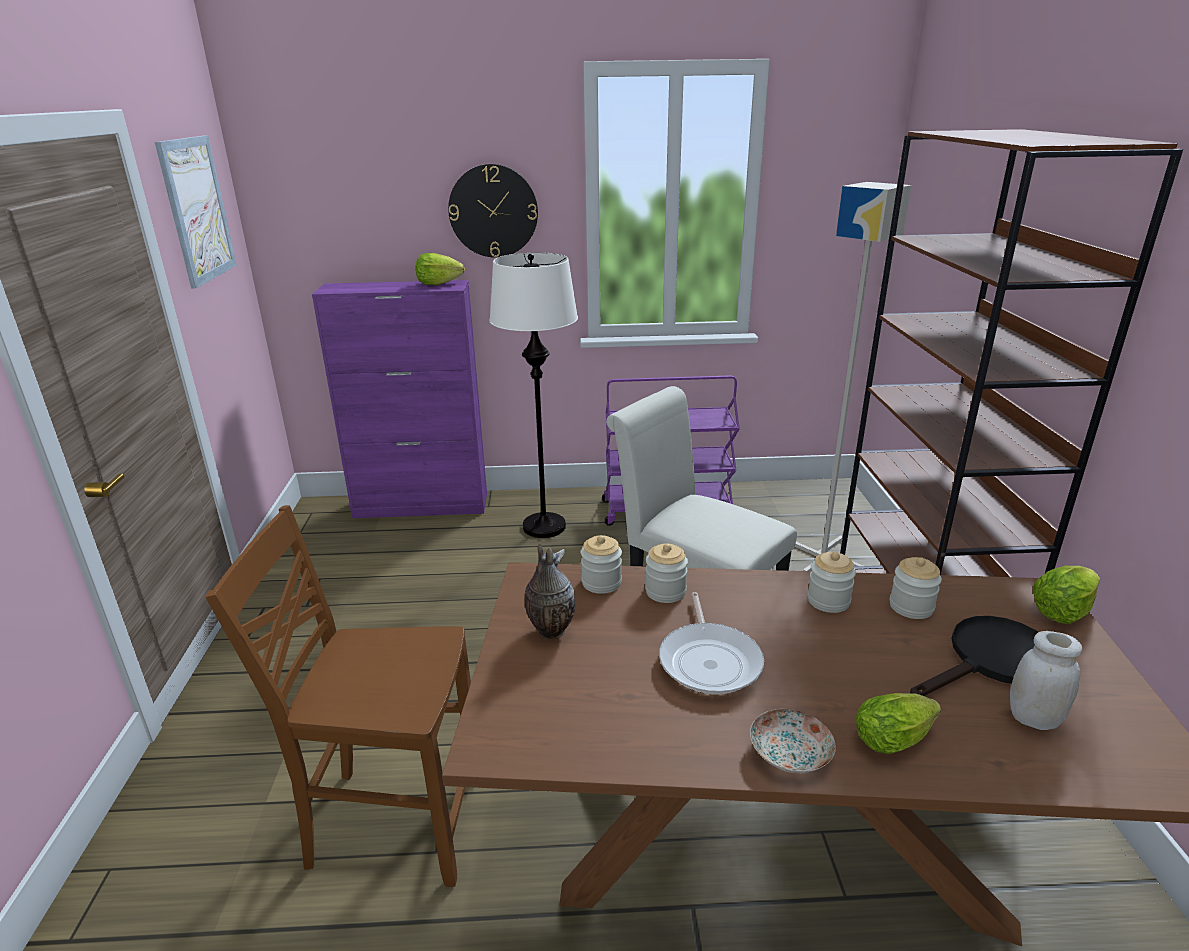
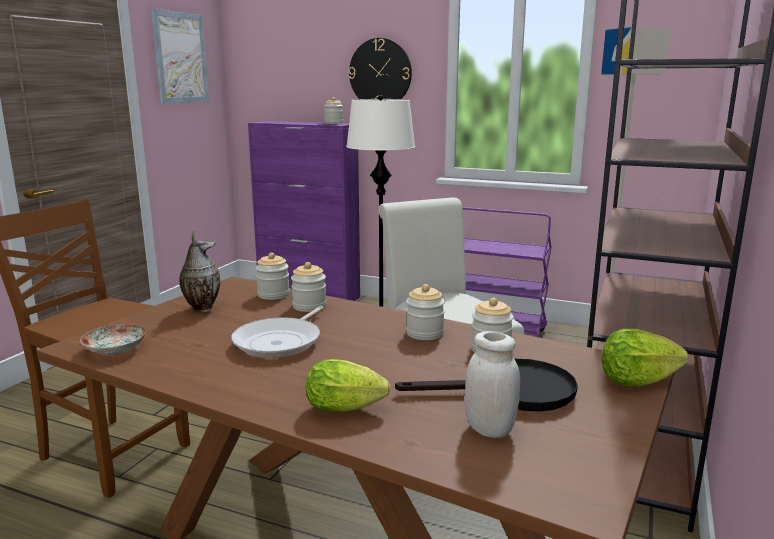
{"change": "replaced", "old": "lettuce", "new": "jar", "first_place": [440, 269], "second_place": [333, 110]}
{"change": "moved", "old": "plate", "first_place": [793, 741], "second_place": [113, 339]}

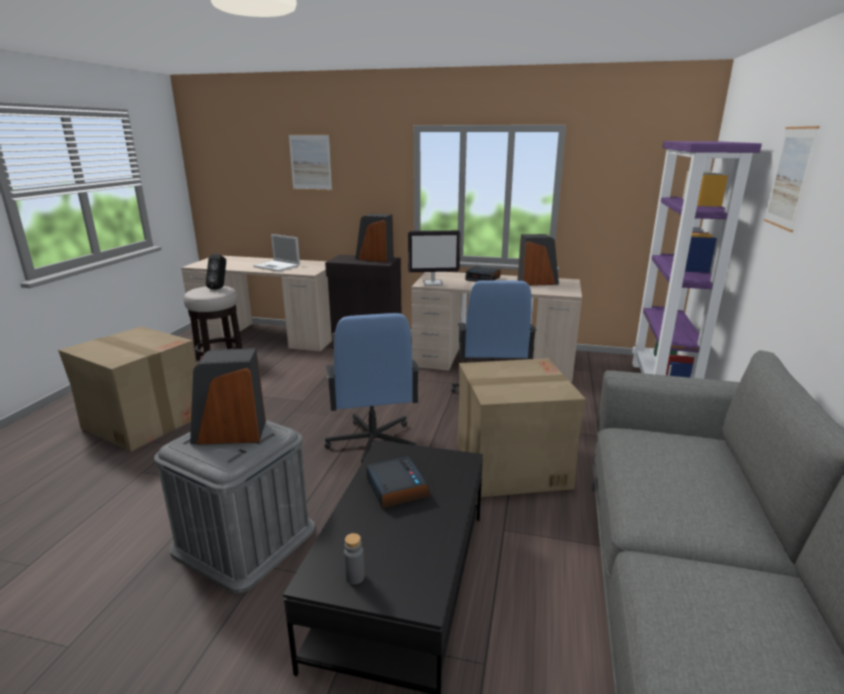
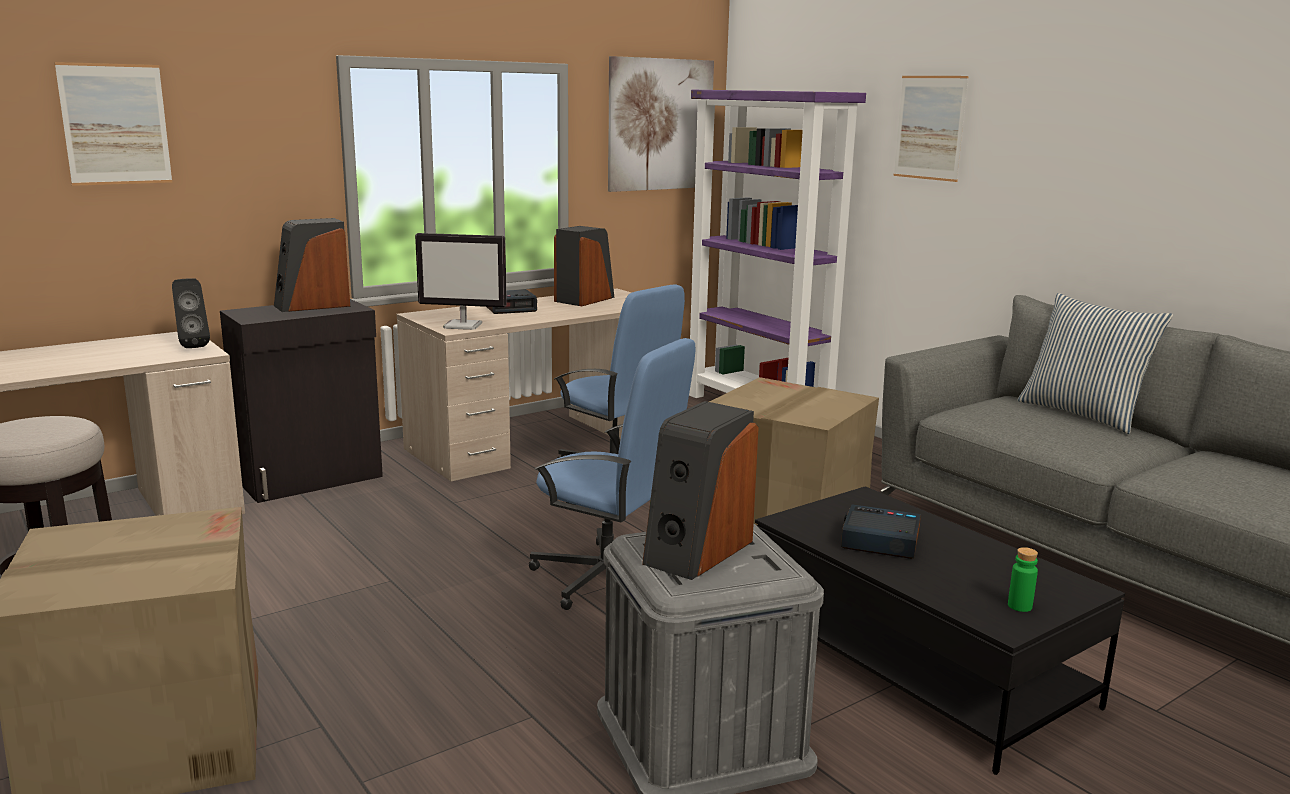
{"change": "turned", "old": "monitor", "first_place": [434, 258], "second_place": [461, 281], "degrees": 60}
{"change": "removed", "old": "laptop", "first_place": [276, 253]}
{"change": "moved", "old": "speaker (black)", "first_place": [216, 272], "second_place": [191, 313]}
{"change": "recoloured", "old": "bottle (grey)", "new": "bottle (green)", "first_place": [354, 559], "second_place": [1023, 579]}
{"change": "added", "new": "picture", "second_place": [661, 124]}
{"change": "added", "new": "pillow", "second_place": [1095, 363]}

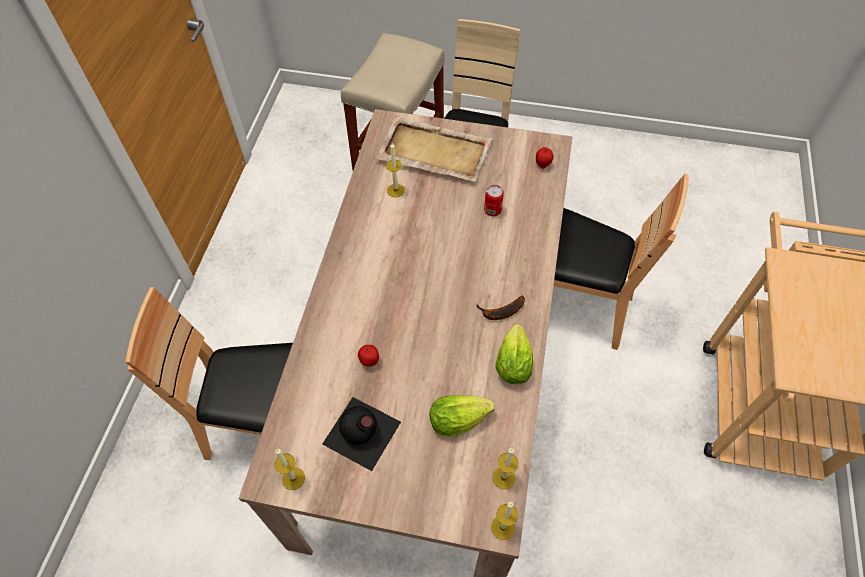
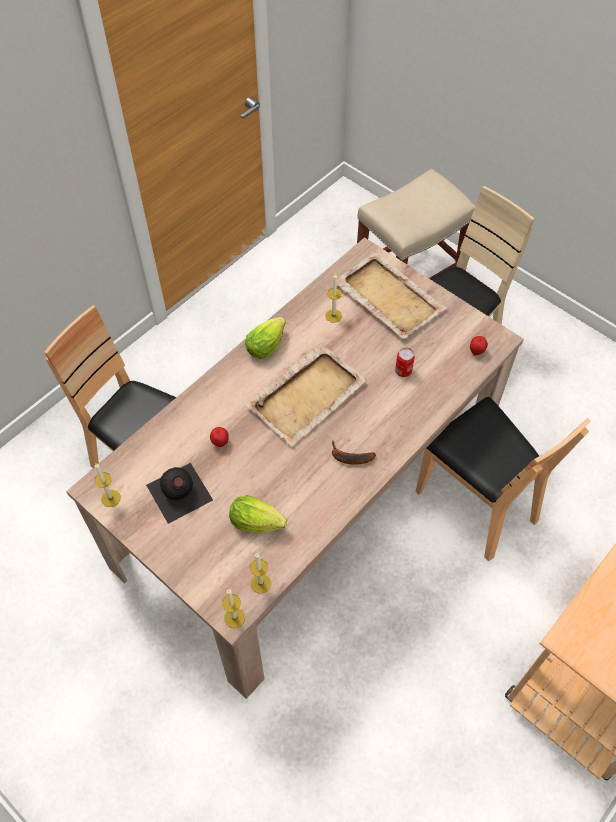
{"change": "moved", "old": "lettuce", "first_place": [514, 354], "second_place": [265, 338]}
{"change": "added", "new": "tray (beige)", "second_place": [306, 395]}

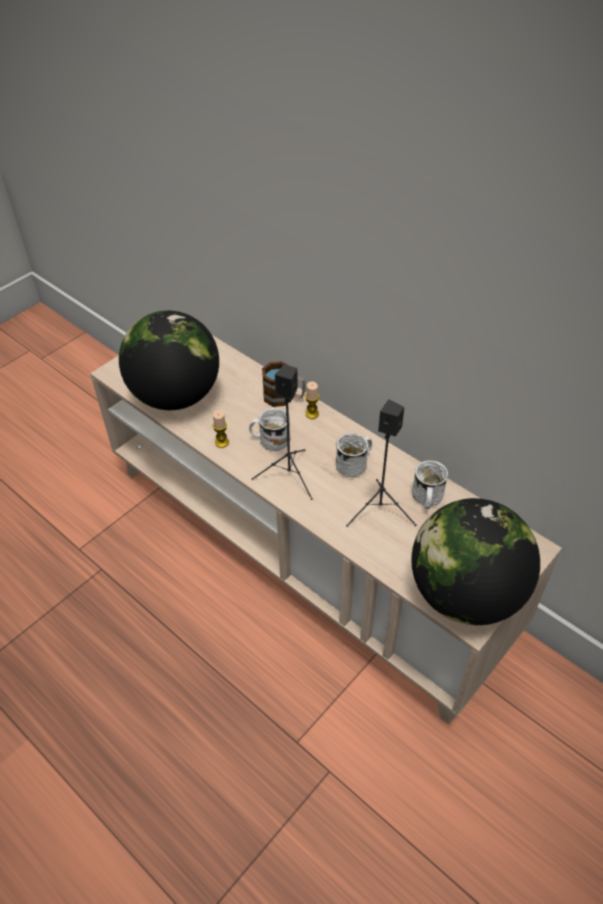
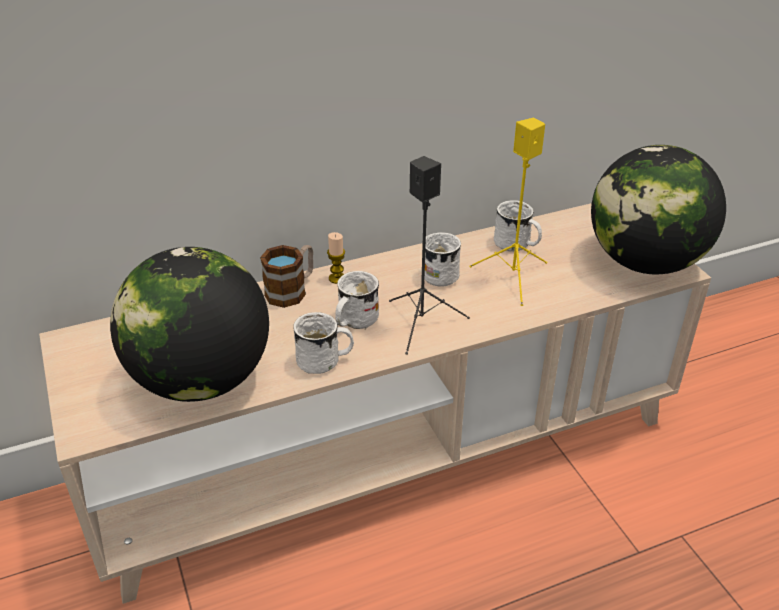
{"change": "recoloured", "old": "speaker (black)", "new": "speaker (yellow)", "first_place": [381, 463], "second_place": [508, 211]}
{"change": "replaced", "old": "candle", "new": "mug (white)", "first_place": [221, 429], "second_place": [323, 343]}

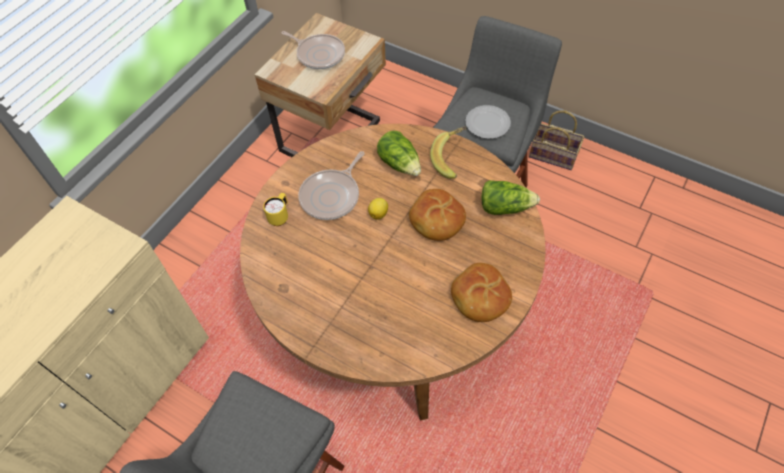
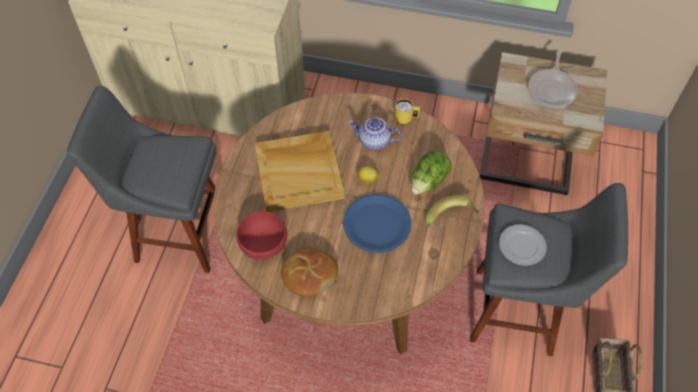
{"change": "replaced", "old": "frying pan", "new": "teapot", "first_place": [331, 185], "second_place": [375, 133]}
{"change": "removed", "old": "lettuce", "first_place": [510, 197]}
{"change": "replaced", "old": "bread", "new": "plate (blue)", "first_place": [437, 215], "second_place": [377, 223]}
{"change": "moved", "old": "mug (yellow)", "first_place": [275, 209], "second_place": [407, 112]}
{"change": "added", "new": "tray (beige)", "second_place": [300, 171]}
{"change": "added", "new": "bowl (red)", "second_place": [261, 235]}

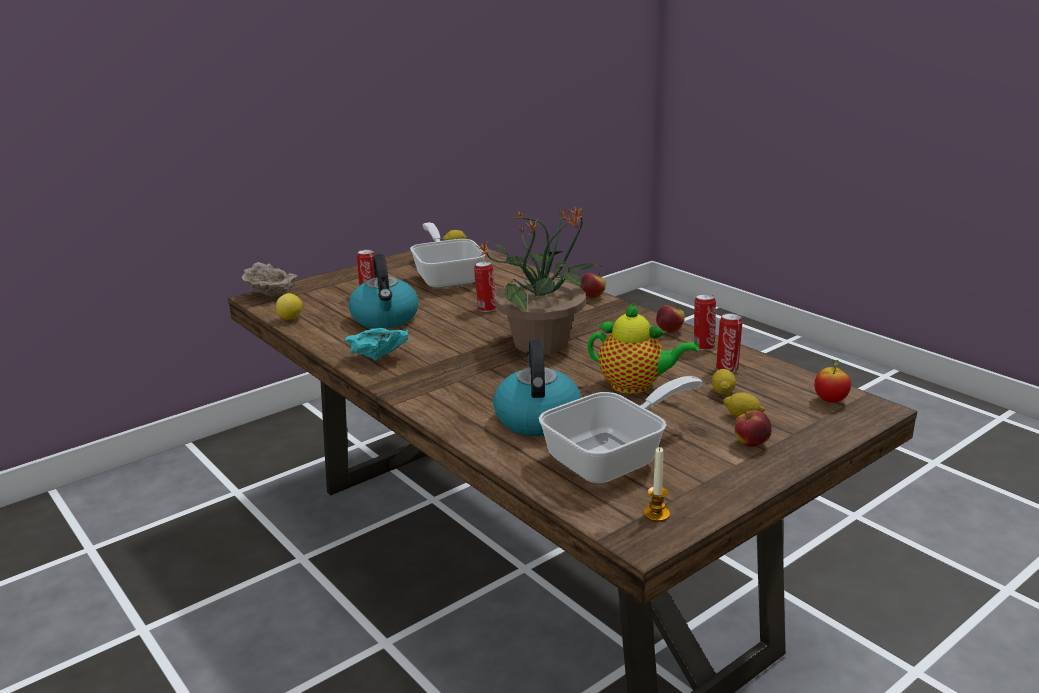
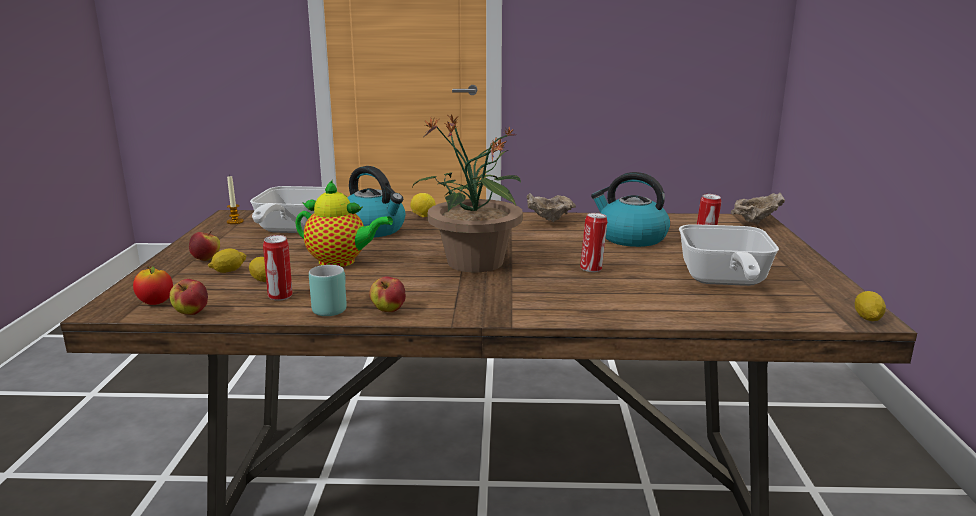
{"change": "turned", "old": "frying pan", "first_place": [448, 255], "second_place": [729, 255], "degrees": 75}
{"change": "moved", "old": "apple", "first_place": [593, 286], "second_place": [188, 297]}
{"change": "moved", "old": "lemon", "first_place": [289, 306], "second_place": [423, 205]}
{"change": "replaced", "old": "can", "new": "mug (turquoise)", "first_place": [705, 322], "second_place": [328, 290]}
{"change": "turned", "old": "teapot", "first_place": [643, 348], "second_place": [344, 223], "degrees": -135}
{"change": "recoloured", "old": "bowl (turquoise)", "new": "bowl (beige)", "first_place": [376, 344], "second_place": [551, 207]}

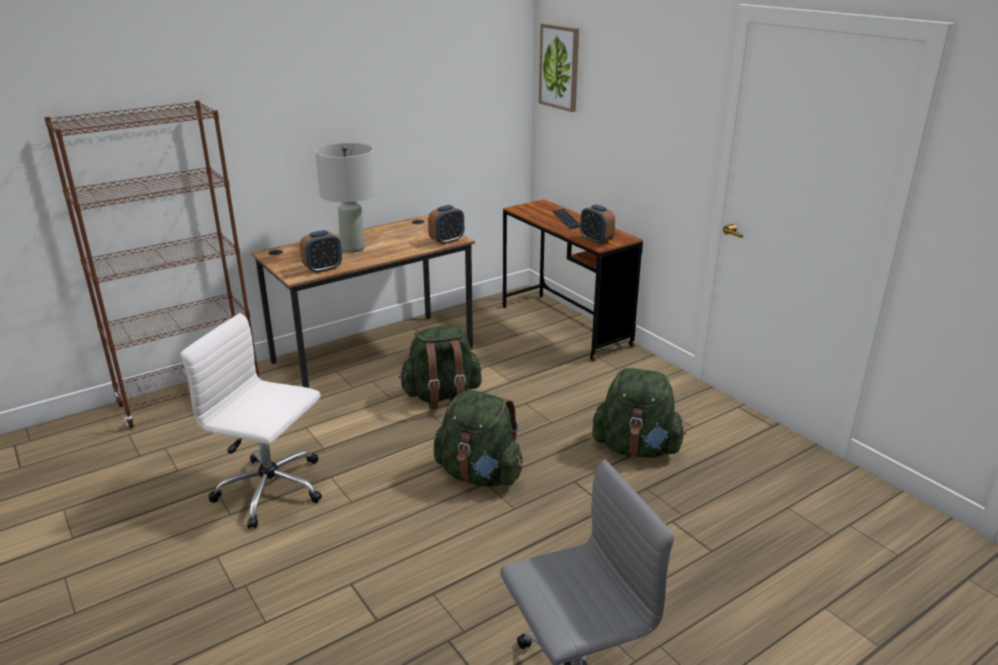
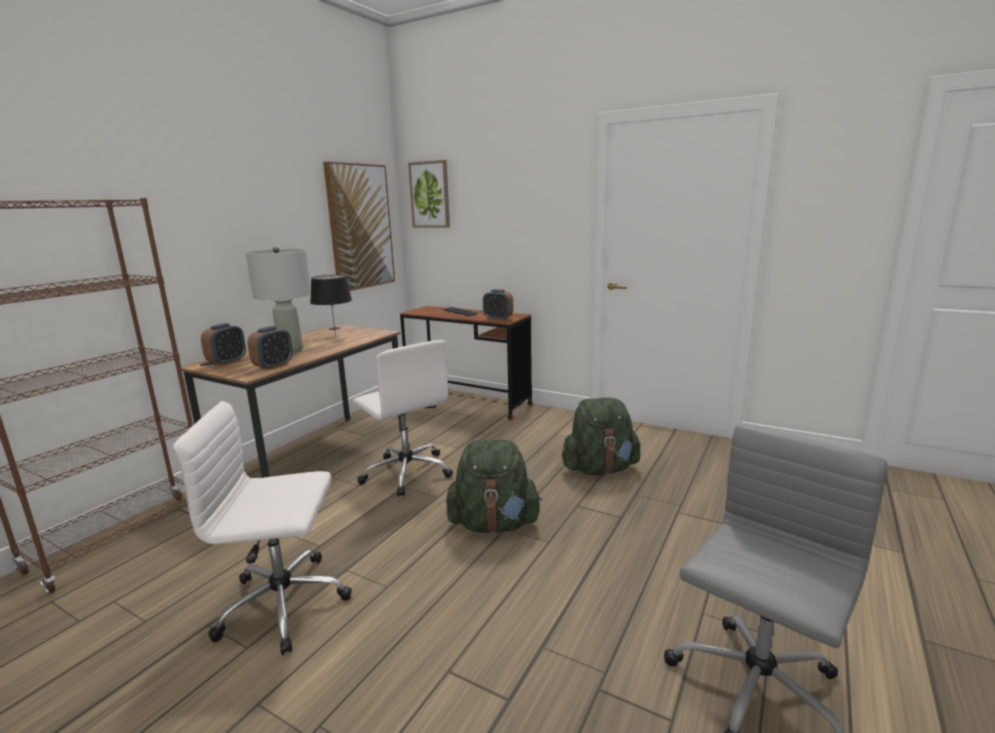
{"change": "moved", "old": "alarm clock", "first_place": [446, 225], "second_place": [223, 344]}
{"change": "replaced", "old": "backpack (green)", "new": "office chair (white)", "first_place": [440, 368], "second_place": [403, 418]}
{"change": "added", "new": "picture", "second_place": [359, 226]}
{"change": "added", "new": "table lamp (black)", "second_place": [331, 306]}

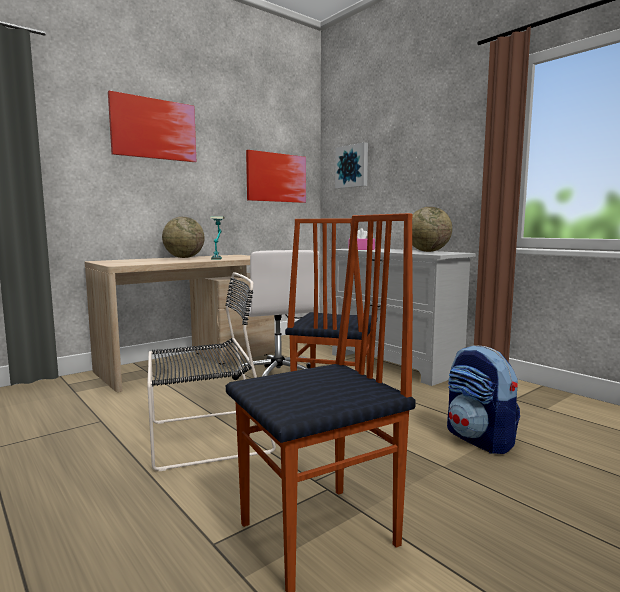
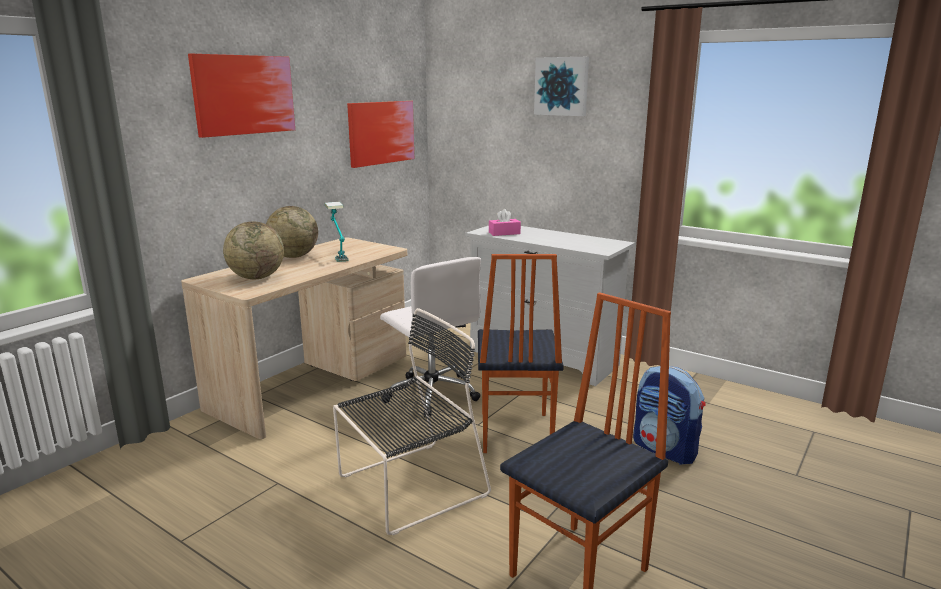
{"change": "moved", "old": "picture", "first_place": [351, 165], "second_place": [561, 86]}
{"change": "moved", "old": "globe", "first_place": [432, 229], "second_place": [253, 250]}

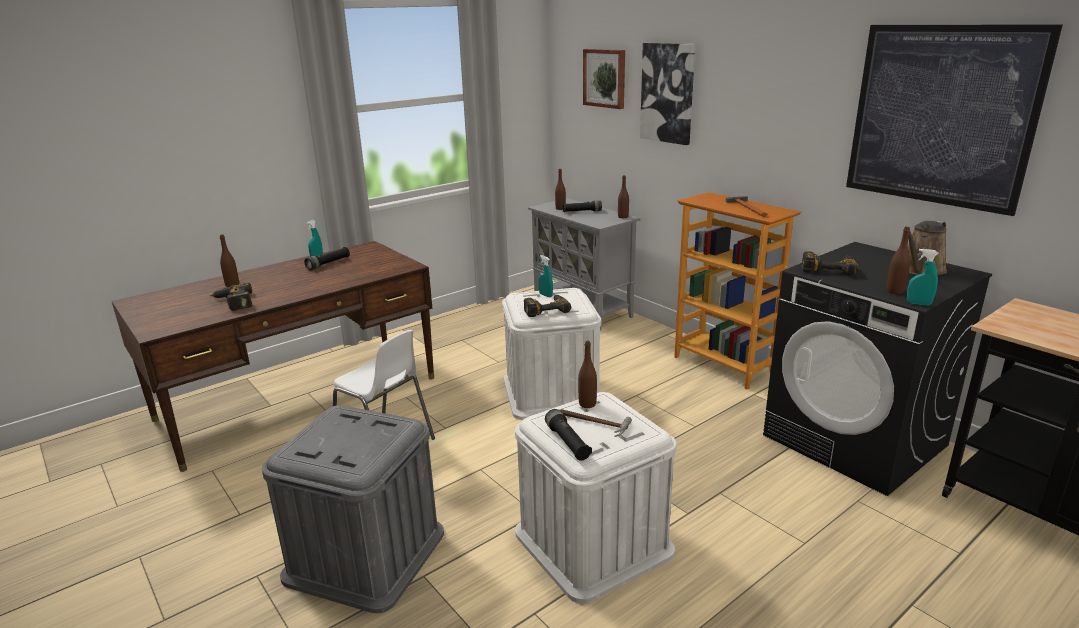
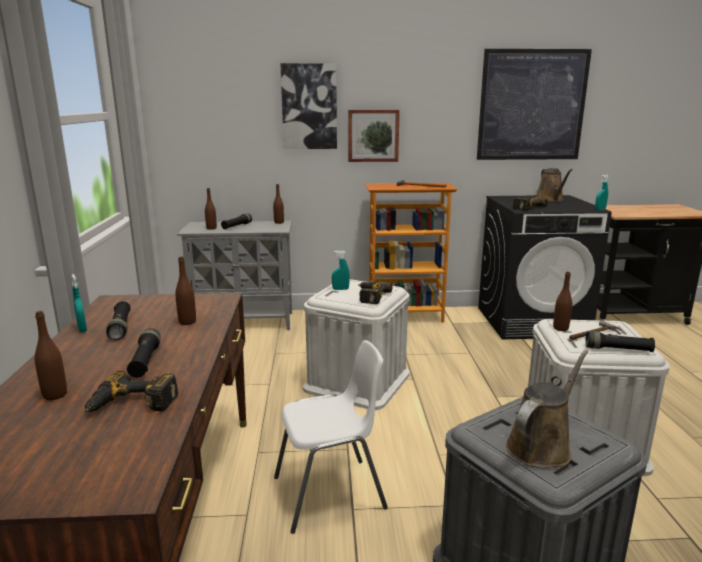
{"change": "moved", "old": "picture", "first_place": [604, 79], "second_place": [374, 136]}
{"change": "moved", "old": "bottle (brown)", "first_place": [898, 260], "second_place": [185, 290]}
{"change": "added", "new": "flashlight (black)", "second_place": [144, 353]}
{"change": "added", "new": "watering can (brown)", "second_place": [547, 409]}

